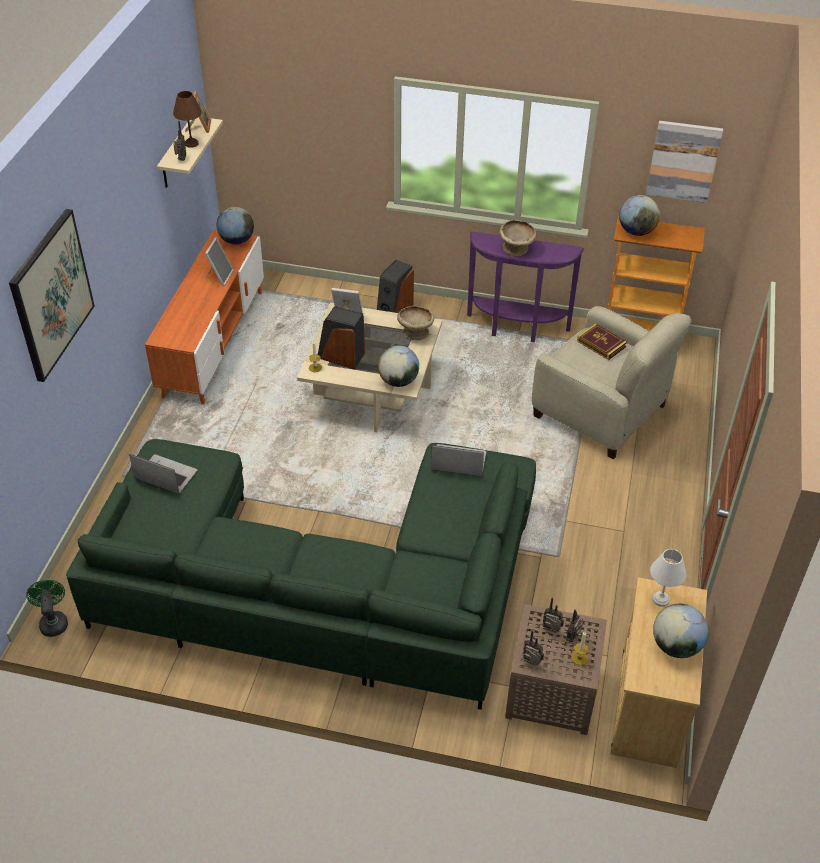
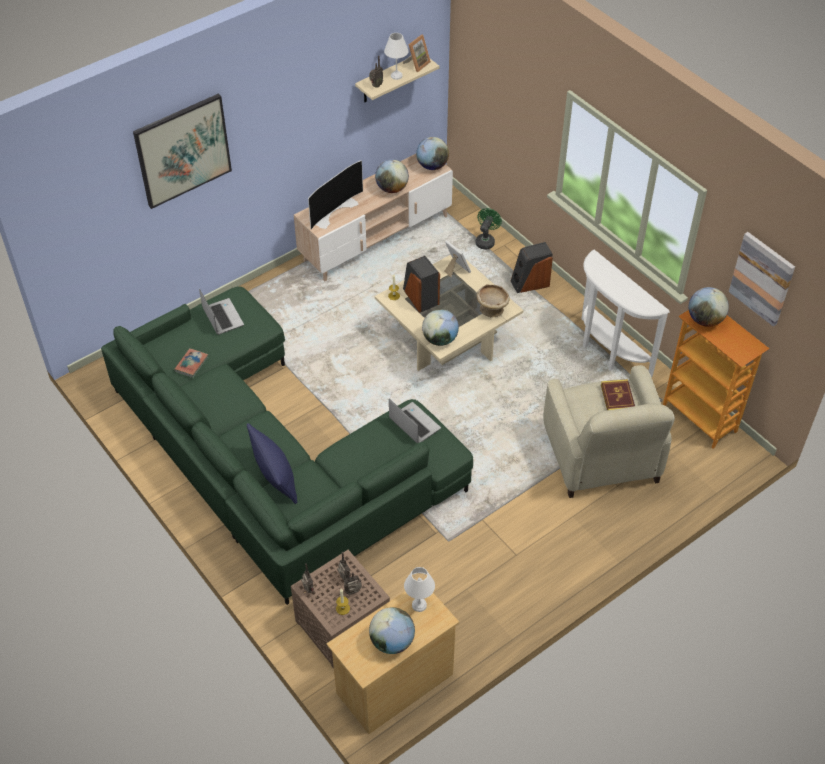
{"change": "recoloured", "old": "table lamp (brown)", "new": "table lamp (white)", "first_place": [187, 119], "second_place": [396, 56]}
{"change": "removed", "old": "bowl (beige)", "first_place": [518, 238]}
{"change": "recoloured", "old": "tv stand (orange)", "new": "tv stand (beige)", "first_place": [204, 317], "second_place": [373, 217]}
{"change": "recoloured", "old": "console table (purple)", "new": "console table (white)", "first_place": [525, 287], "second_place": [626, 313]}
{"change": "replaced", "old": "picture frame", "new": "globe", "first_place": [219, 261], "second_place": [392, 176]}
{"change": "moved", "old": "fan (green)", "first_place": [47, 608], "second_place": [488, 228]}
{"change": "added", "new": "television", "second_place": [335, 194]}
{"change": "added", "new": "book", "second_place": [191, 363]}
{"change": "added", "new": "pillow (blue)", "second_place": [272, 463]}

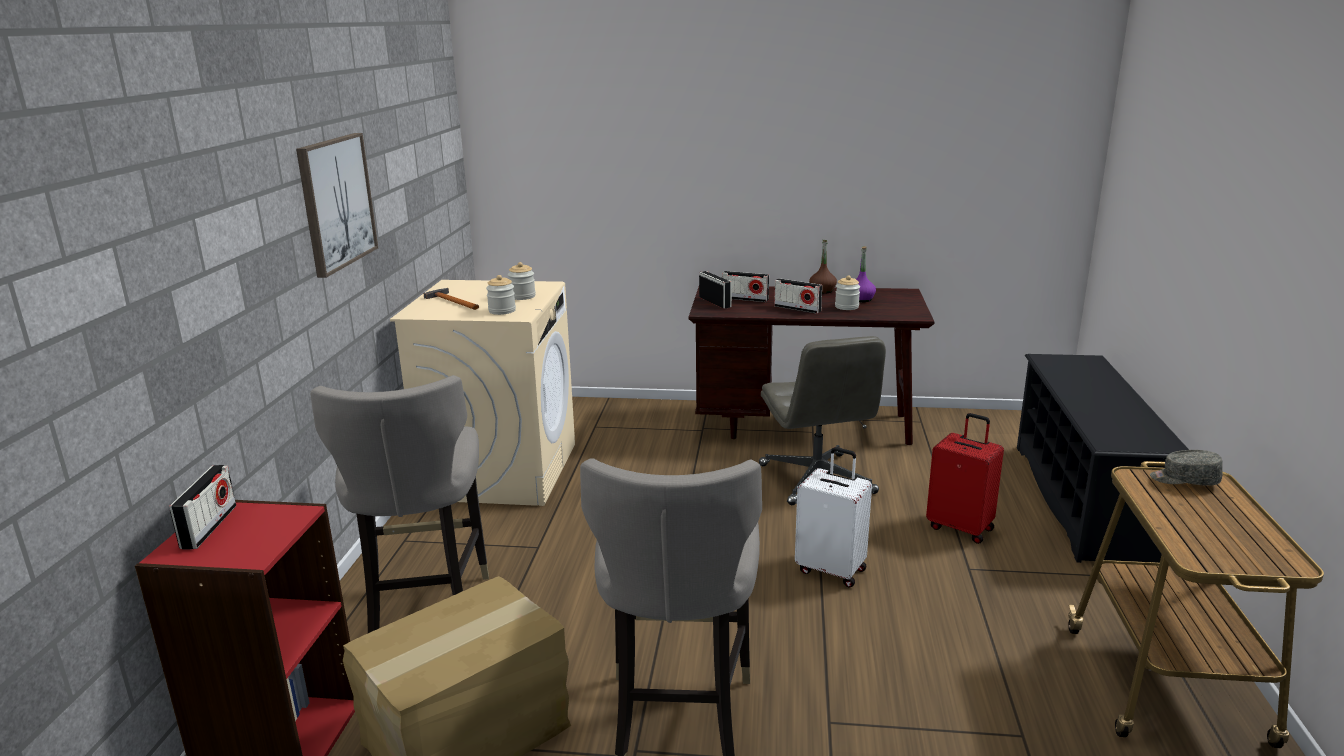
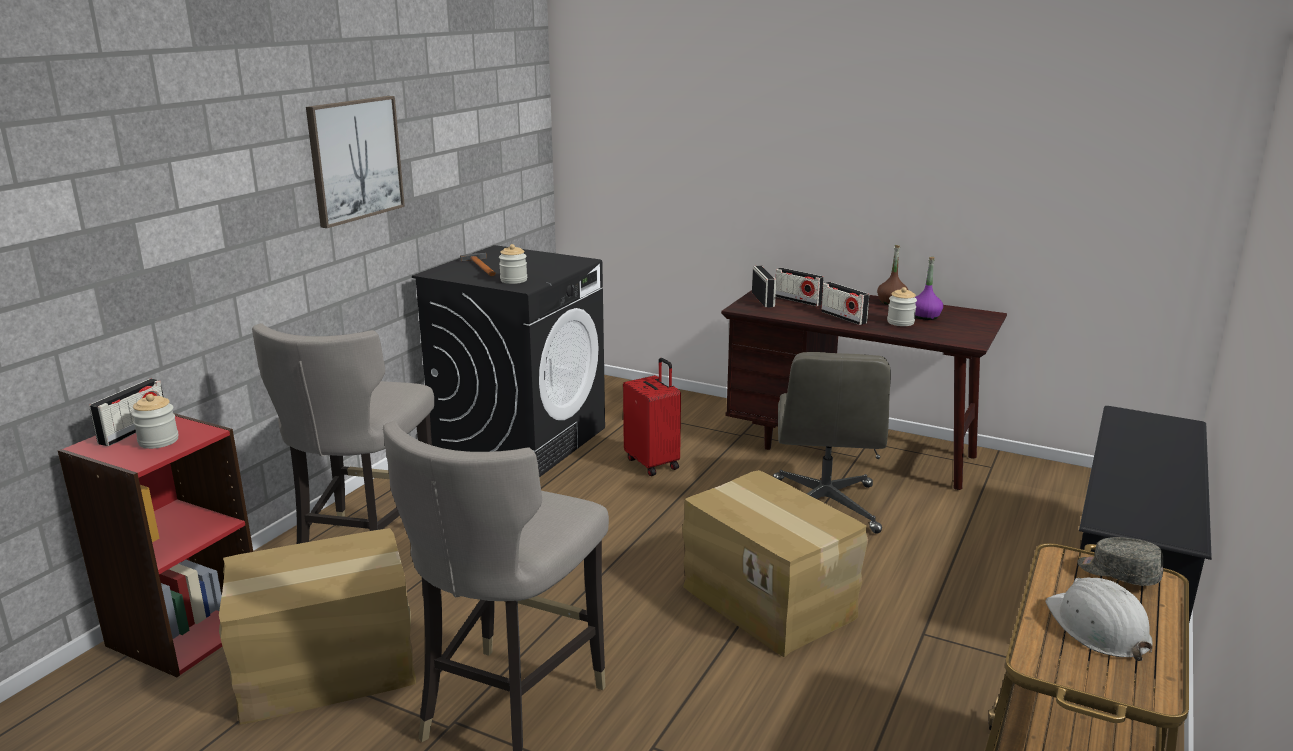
{"change": "moved", "old": "jar", "first_place": [522, 281], "second_place": [155, 421]}
{"change": "recoloured", "old": "washing machine (beige)", "new": "washing machine (black)", "first_place": [482, 393], "second_place": [508, 361]}
{"change": "moved", "old": "suitcase (red)", "first_place": [965, 478], "second_place": [652, 417]}
{"change": "replaced", "old": "suitcase (white)", "new": "cardboard box", "first_place": [833, 517], "second_place": [775, 563]}
{"change": "added", "new": "hard hat (white)", "second_place": [1099, 619]}

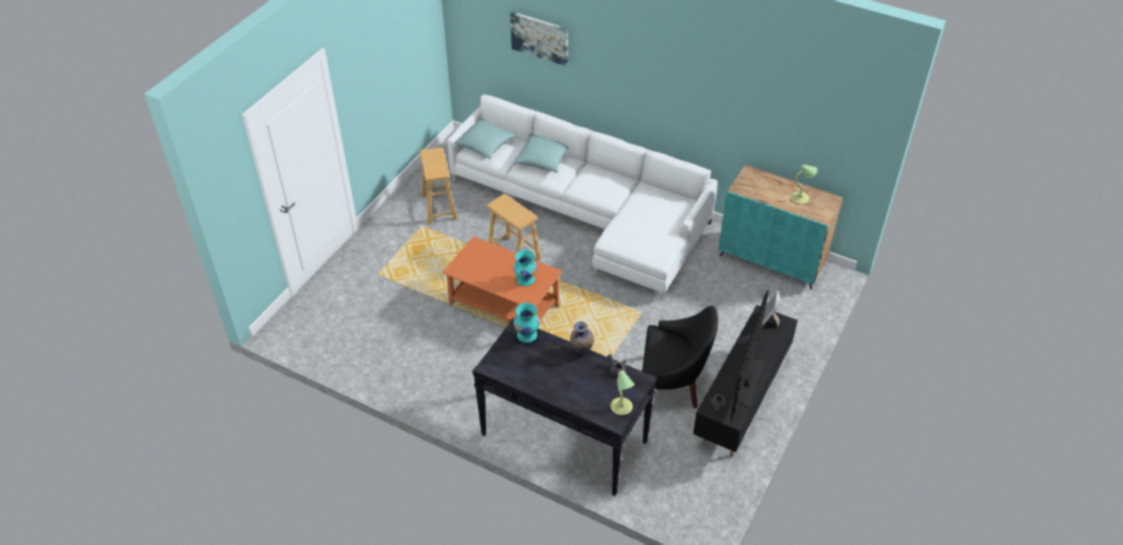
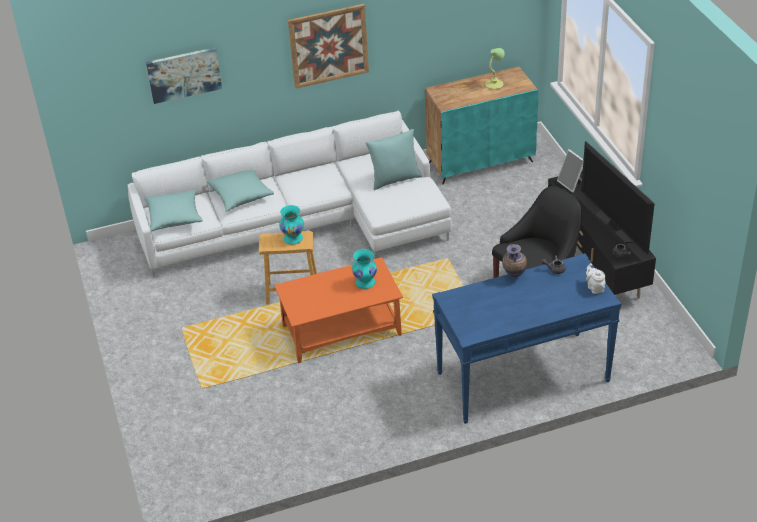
{"change": "removed", "old": "stool (brown)", "first_place": [439, 185]}
{"change": "moved", "old": "vase (turquoise)", "first_place": [527, 323], "second_place": [291, 224]}
{"change": "recoloured", "old": "console table (black)", "new": "console table (blue)", "first_place": [565, 407], "second_place": [526, 338]}
{"change": "replaced", "old": "table lamp", "new": "teapot (white)", "first_place": [623, 392], "second_place": [595, 278]}
{"change": "added", "new": "picture", "second_place": [328, 46]}
{"change": "added", "new": "pillow (turquoise)", "second_place": [394, 159]}

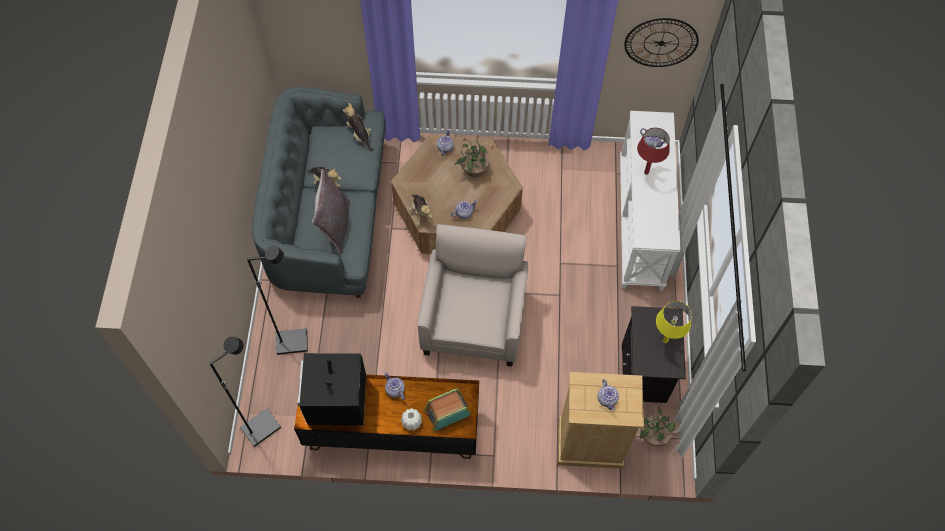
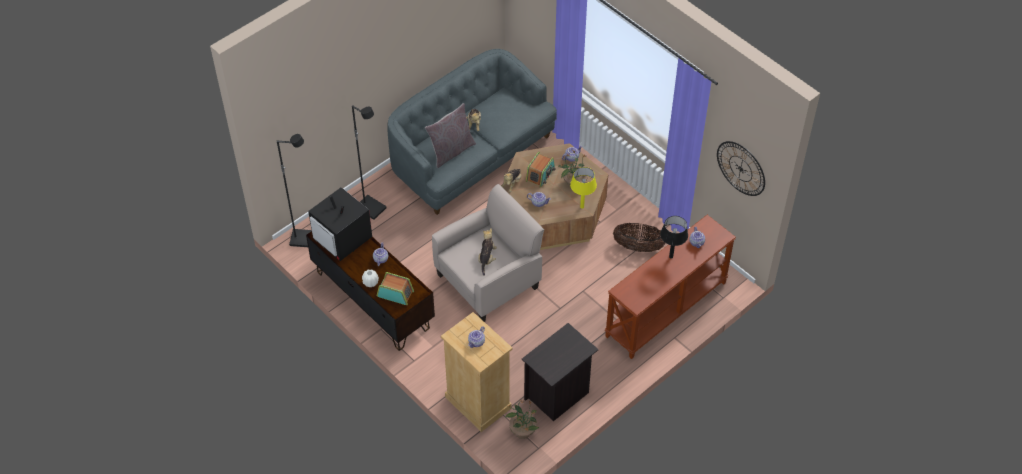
{"change": "moved", "old": "plush toy", "first_place": [358, 127], "second_place": [487, 252]}
{"change": "recoloured", "old": "console table (white)", "new": "console table (brown)", "first_place": [650, 201], "second_place": [670, 287]}
{"change": "recoloured", "old": "table lamp (red)", "new": "table lamp (black)", "first_place": [653, 151], "second_place": [674, 237]}
{"change": "moved", "old": "table lamp (yellow)", "first_place": [674, 322], "second_place": [583, 188]}
{"change": "turned", "old": "television", "first_place": [332, 389], "second_place": [340, 224], "degrees": -90}
{"change": "added", "new": "radio", "second_place": [541, 170]}
{"change": "added", "new": "basket", "second_place": [639, 237]}

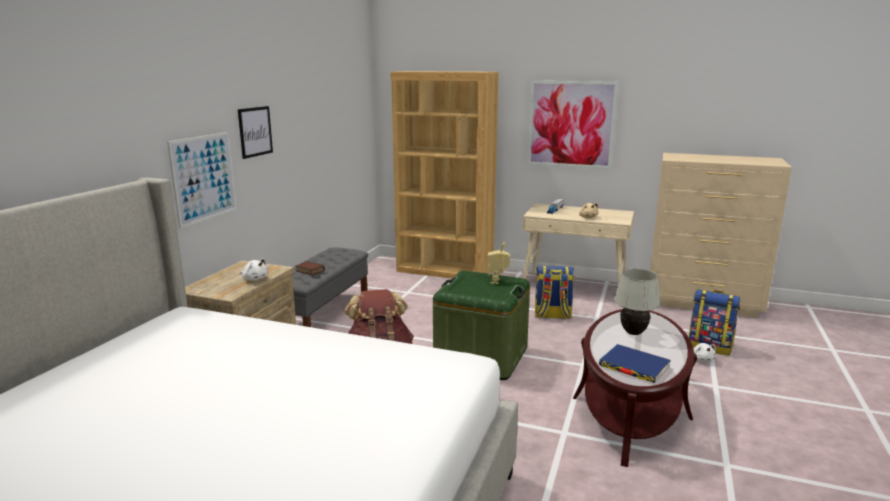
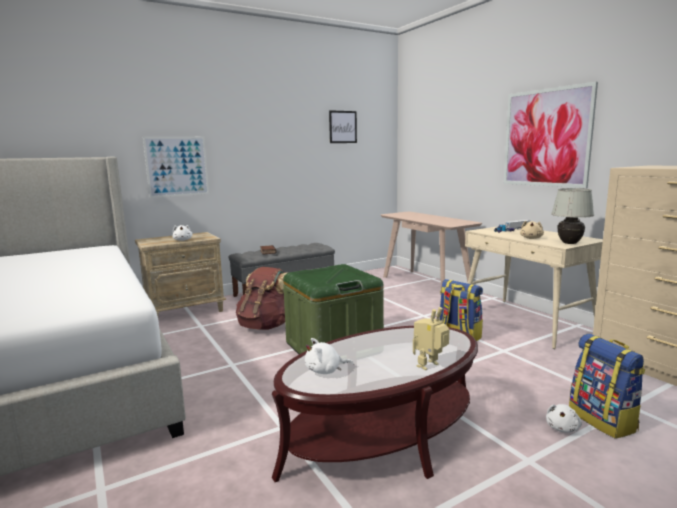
{"change": "replaced", "old": "bookcase (brown)", "new": "console table (beige)", "first_place": [444, 175], "second_place": [431, 250]}
{"change": "moved", "old": "picture", "first_place": [255, 132], "second_place": [343, 126]}
{"change": "moved", "old": "toy robot", "first_place": [498, 263], "second_place": [431, 338]}
{"change": "moved", "old": "table lamp (white)", "first_place": [637, 302], "second_place": [572, 216]}
{"change": "replaced", "old": "book (blue)", "new": "plush toy (white)", "first_place": [635, 363], "second_place": [329, 356]}

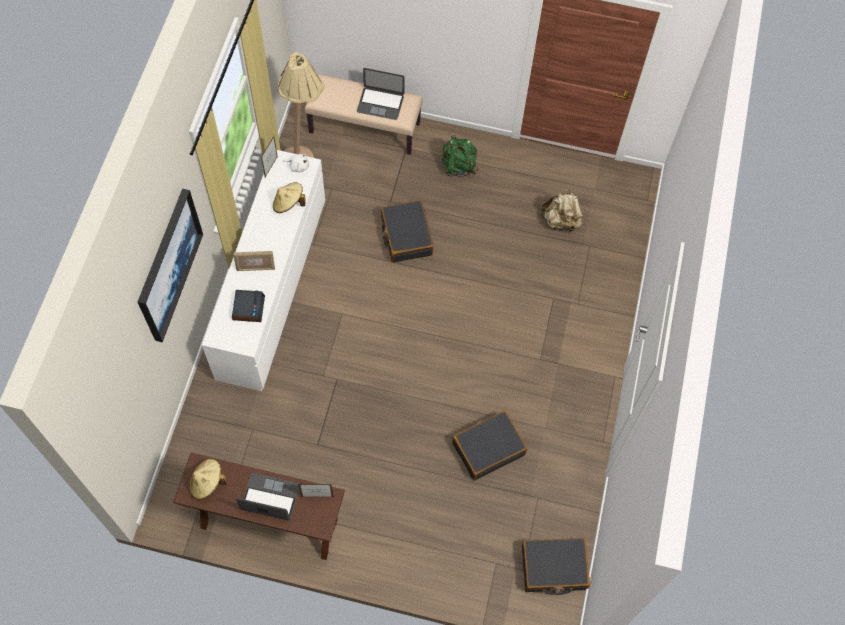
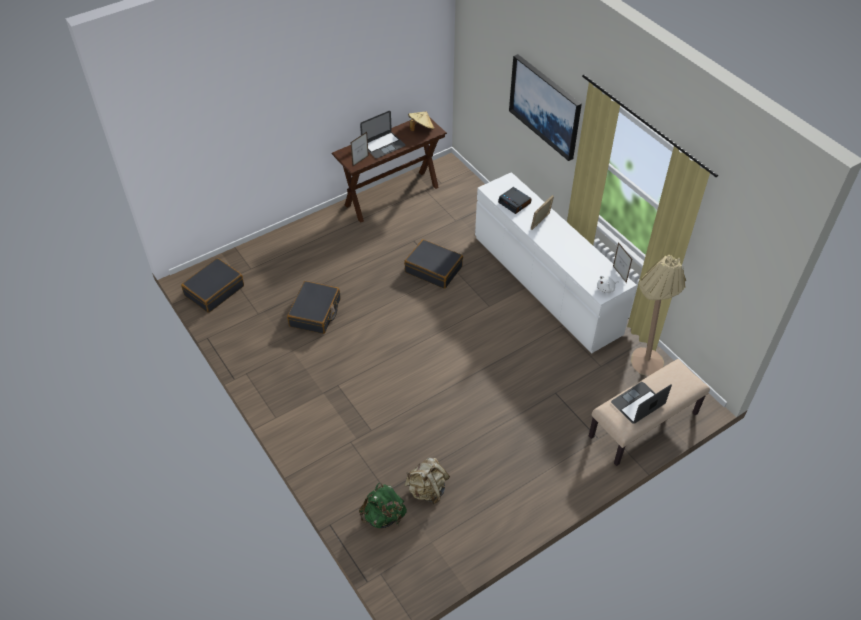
{"change": "moved", "old": "backpack (green)", "first_place": [460, 156], "second_place": [383, 505]}
{"change": "removed", "old": "hat (beige)", "first_place": [289, 197]}
{"change": "moved", "old": "suitcase (black)", "first_place": [407, 231], "second_place": [433, 264]}

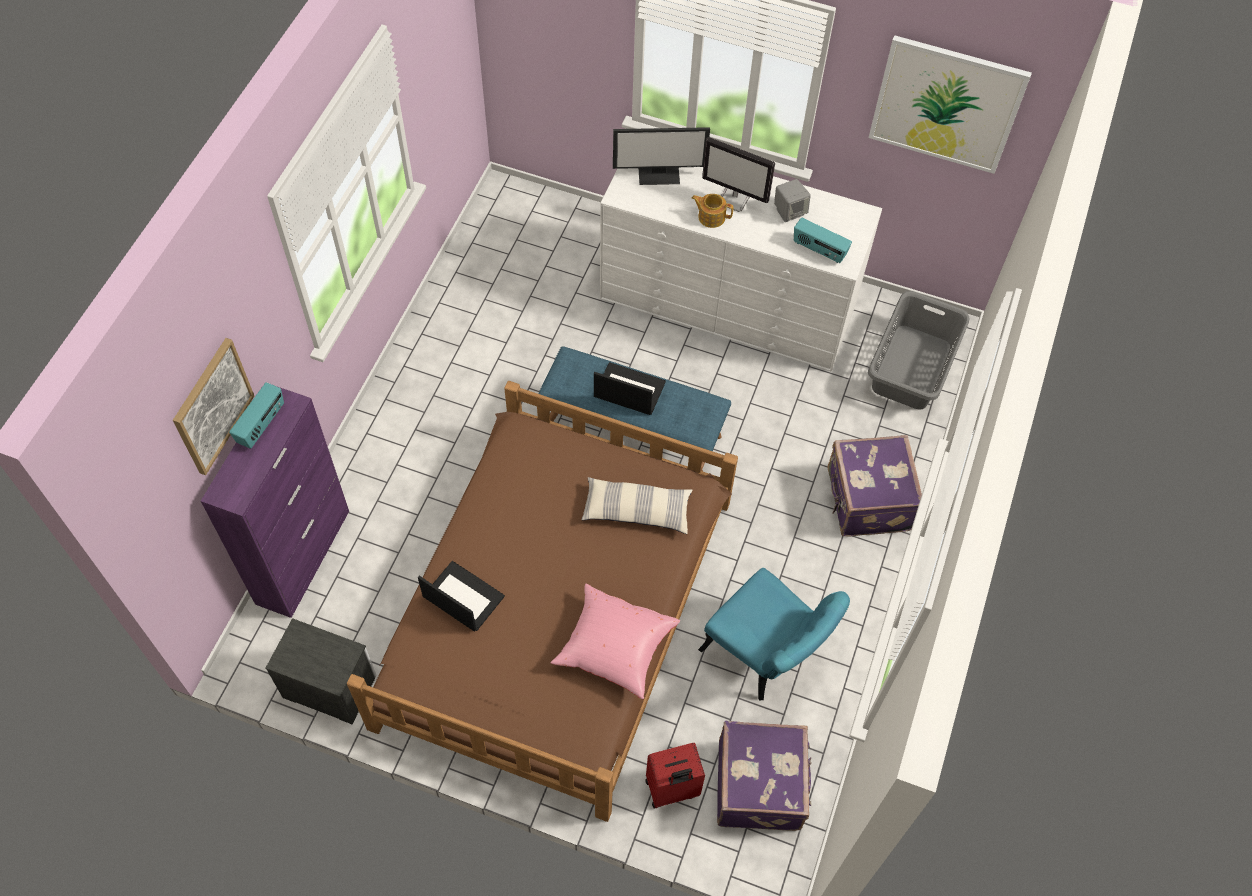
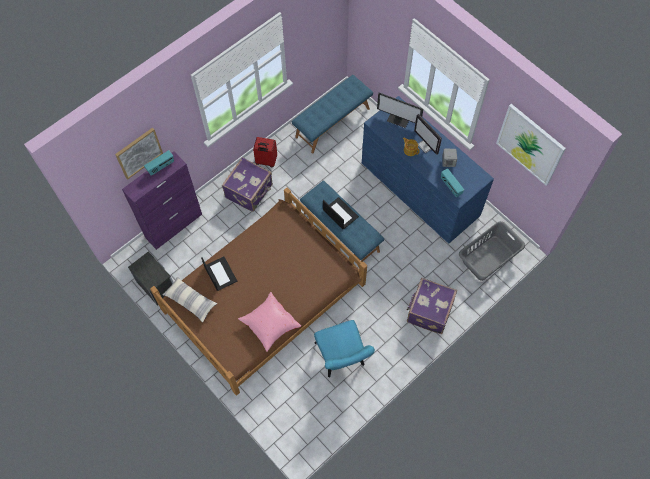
{"change": "recoloured", "old": "dresser (white)", "new": "dresser (blue)", "first_place": [741, 269], "second_place": [428, 170]}
{"change": "moved", "old": "pillow", "first_place": [637, 505], "second_place": [190, 300]}
{"change": "moved", "old": "suitcase (purple)", "first_place": [764, 776], "second_place": [247, 184]}
{"change": "moved", "old": "suitcase (red)", "first_place": [675, 775], "second_place": [265, 152]}
{"change": "added", "new": "bench (blue)", "second_place": [332, 114]}

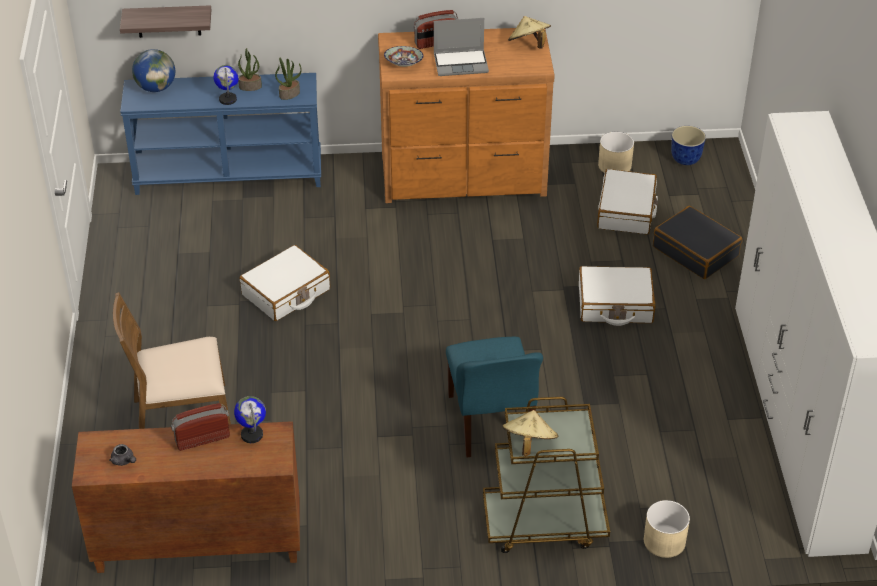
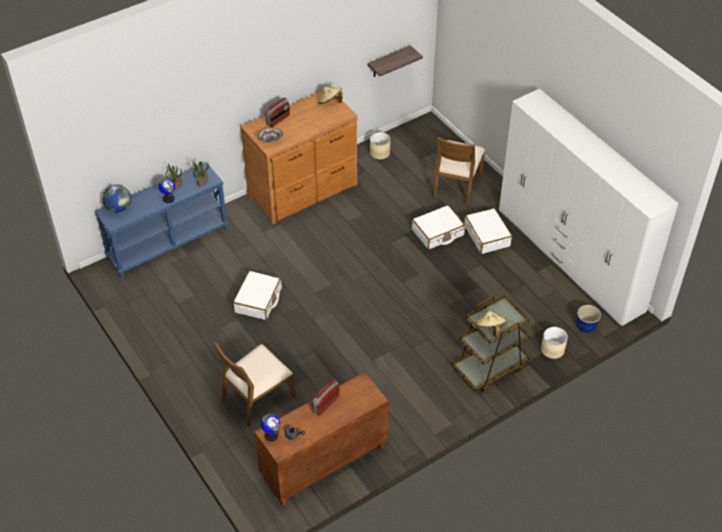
{"change": "moved", "old": "shelf", "first_place": [165, 21], "second_place": [395, 61]}
{"change": "removed", "old": "laptop", "first_place": [461, 47]}
{"change": "moved", "old": "planter", "first_place": [688, 145], "second_place": [588, 319]}
{"change": "moved", "old": "suitcase (white)", "first_place": [627, 202], "second_place": [488, 231]}
{"change": "replaced", "old": "suitcase (black)", "new": "chair (brown)", "first_place": [697, 242], "second_place": [459, 171]}
{"change": "removed", "old": "chair (blue)", "first_place": [494, 397]}
{"change": "moved", "old": "globe", "first_place": [250, 419], "second_place": [270, 427]}

